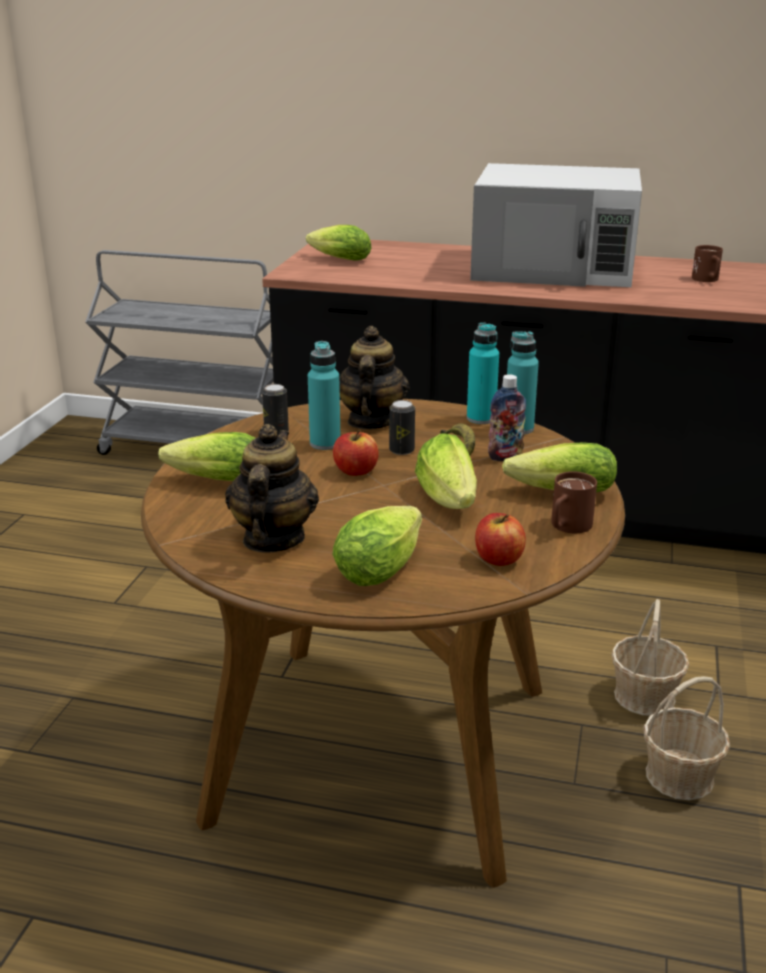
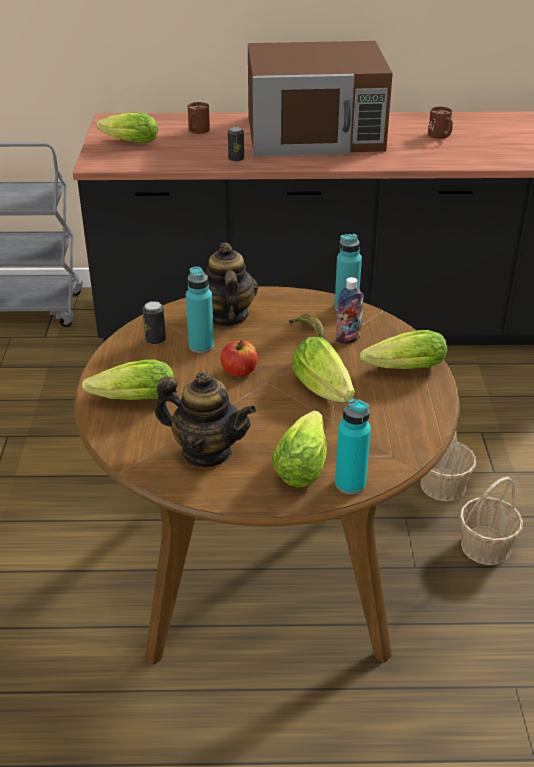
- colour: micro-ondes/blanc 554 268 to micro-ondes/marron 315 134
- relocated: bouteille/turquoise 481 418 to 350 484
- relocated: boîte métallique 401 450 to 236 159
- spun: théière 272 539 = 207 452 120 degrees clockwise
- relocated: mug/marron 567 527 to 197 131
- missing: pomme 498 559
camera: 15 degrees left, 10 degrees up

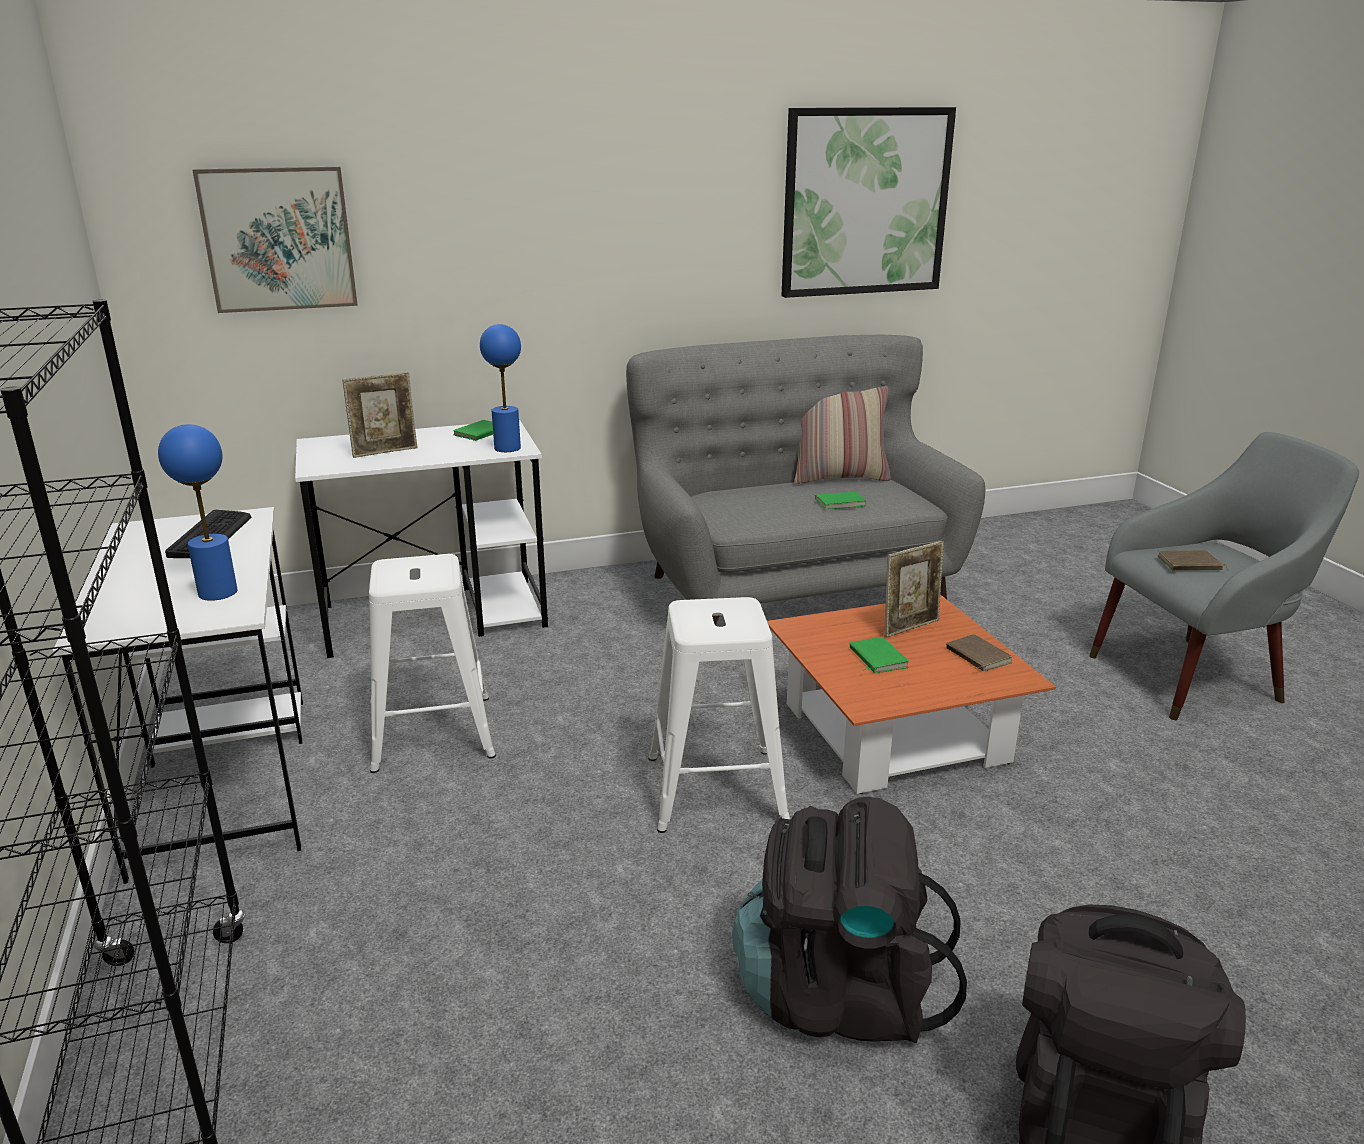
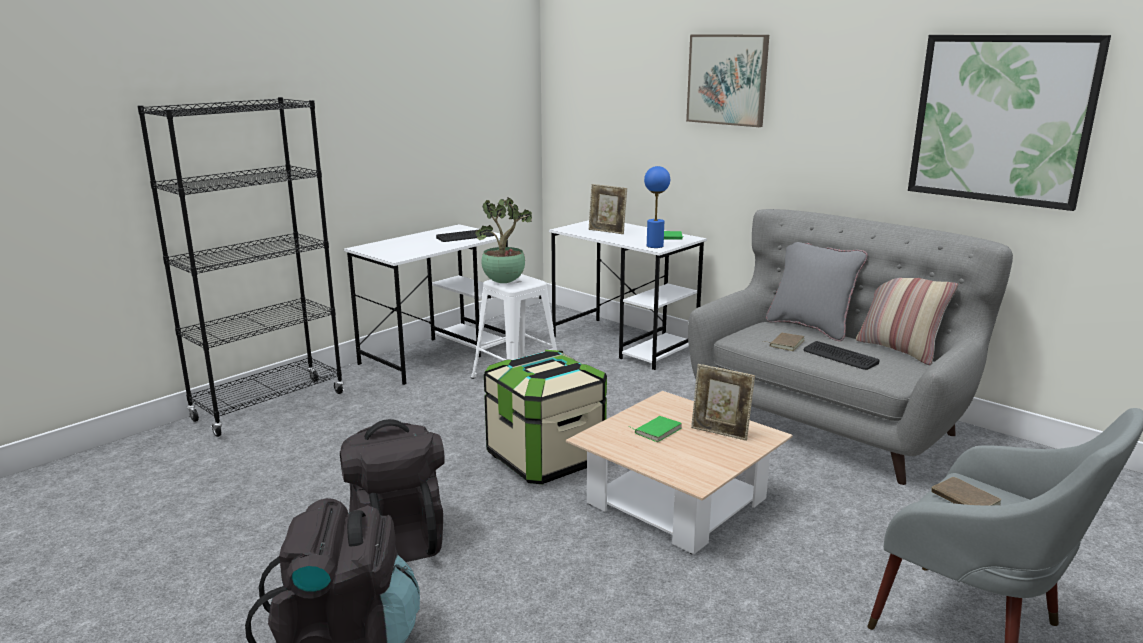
- relocated: tableau 278 239 to 727 79
- missing: lampe de table/bleu 218 592
- exchanged: livre/vert 839 502 to clavier 840 356
- colour: table basse/orange 894 732 to table basse/beige 676 501
- exchanged: tabouret/blanc 714 788 to boîte de rangement 546 459
- relocated: livre/marron 976 656 to 785 343
- appeared: plante en pot 505 282
- appeared: coussin/gris 810 327
camera: 60 degrees right, 5 degrees down

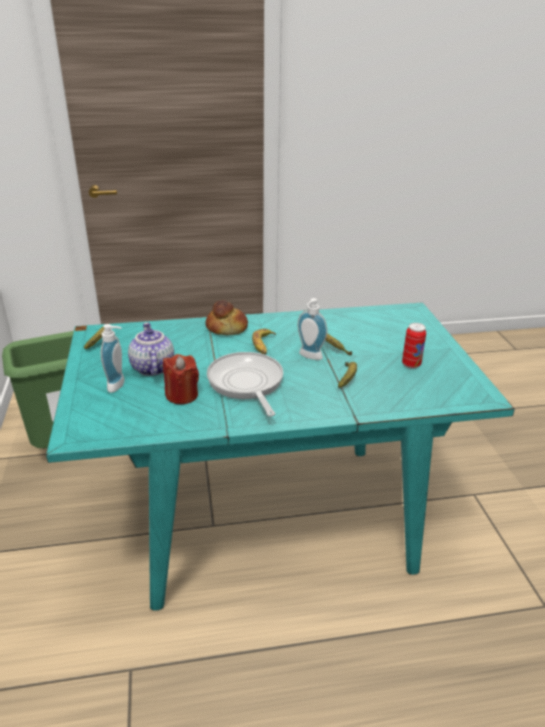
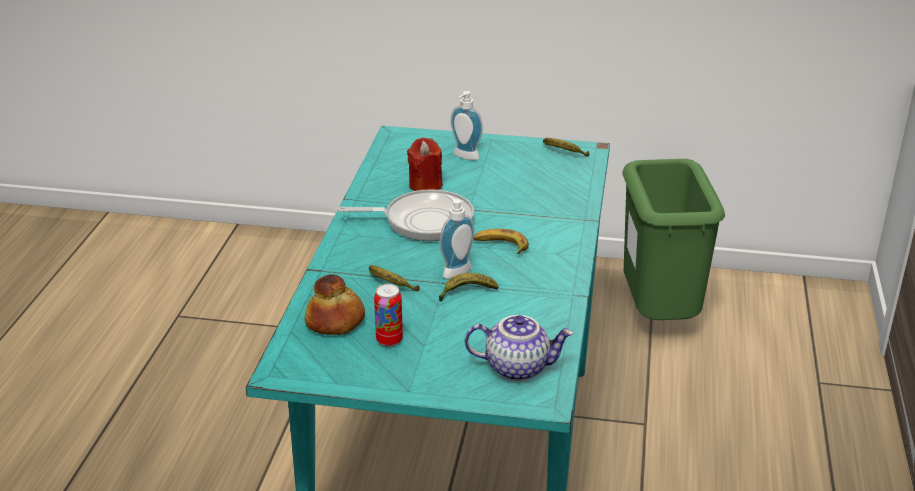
- relocated: pain 227 327 to 336 320
- relocated: théière 151 368 to 518 367
camera: 110 degrees right, 0 degrees up

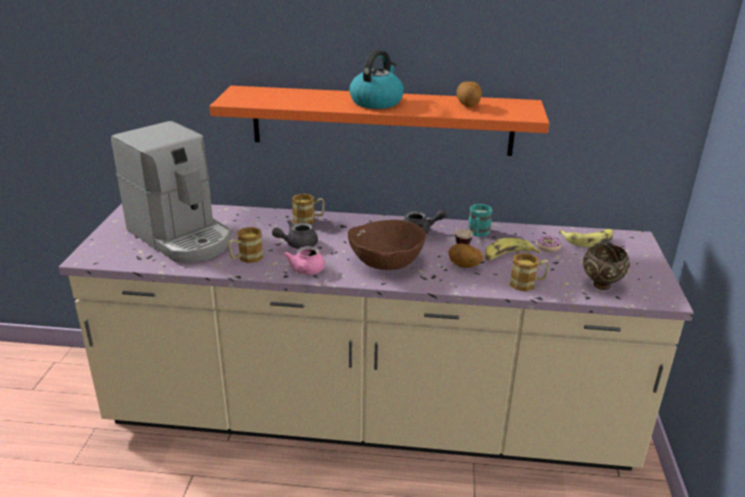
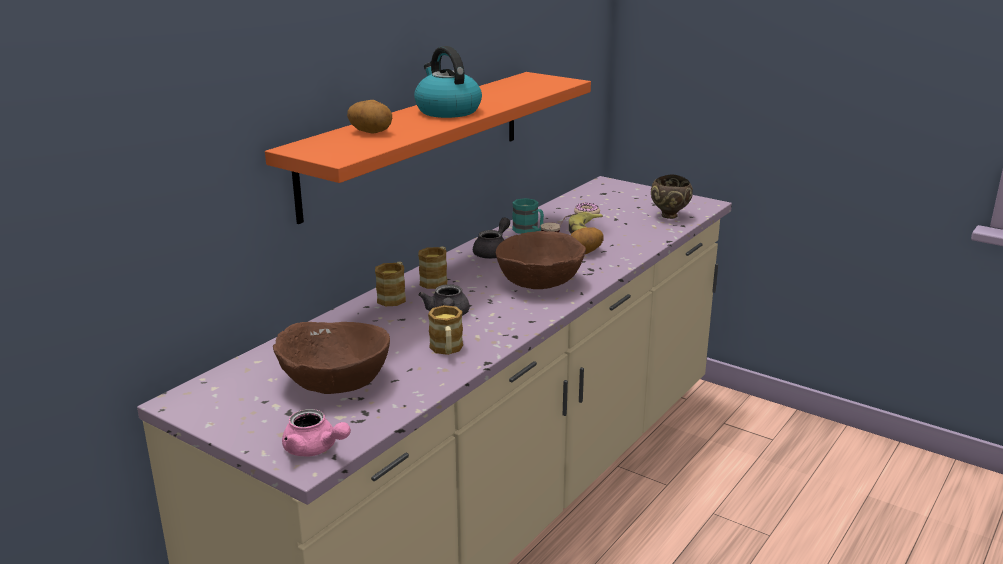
- relocated: pomme de terre 468 105 to 371 132
- exchanged: machine à café 182 237 to bol/marron 335 380
- missing: banane 588 240
- relocated: théière/rose 306 271 to 315 449
- relocated: mug 527 284 to 436 280
camera: 60 degrees left, 5 degrees down

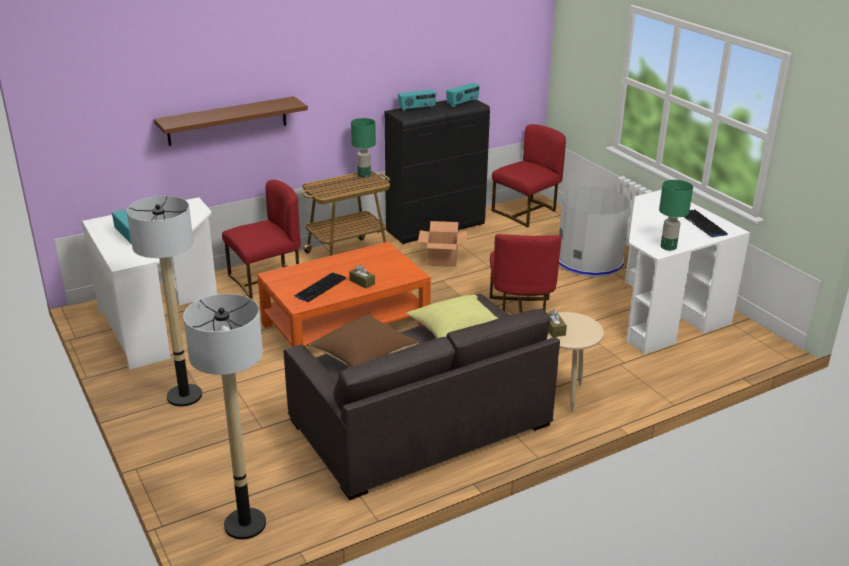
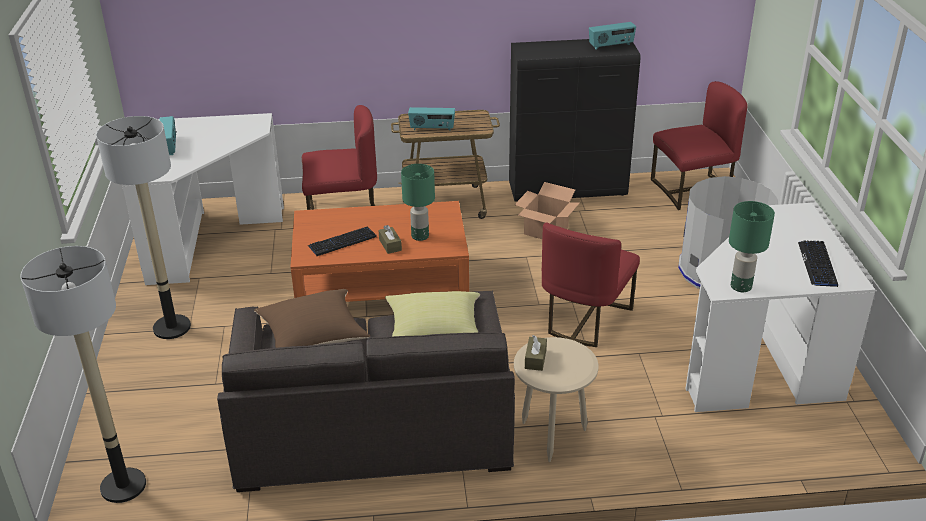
- relocated: radio 417 108 to 432 128
- missing: étagère/marron 227 121
- relocated: lampe de table/vert 363 175 to 419 236
camera: 25 degrees right, 5 degrees up

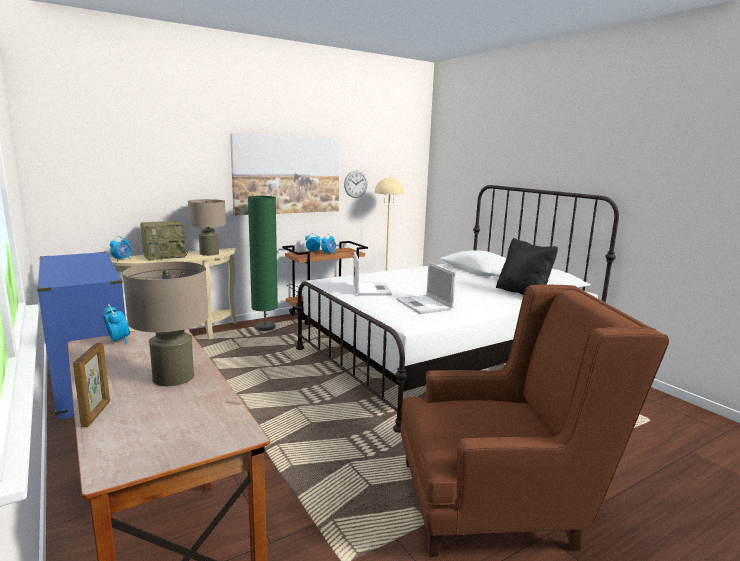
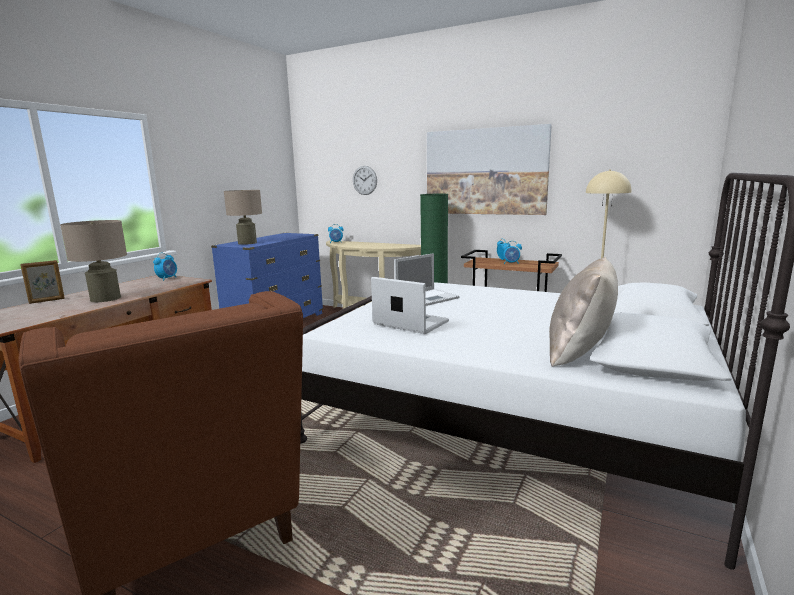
- relocated: horloge murale 355 184 to 364 180
- relocated: lampe de table/beige 209 253 to 247 243
- missing: radio 165 256
- colour: coussin/noir 523 293 to coussin/beige 579 353
- spun: ordinateur portable 425 305 = 409 323 90 degrees clockwise
camera: 60 degrees right, 0 degrees up

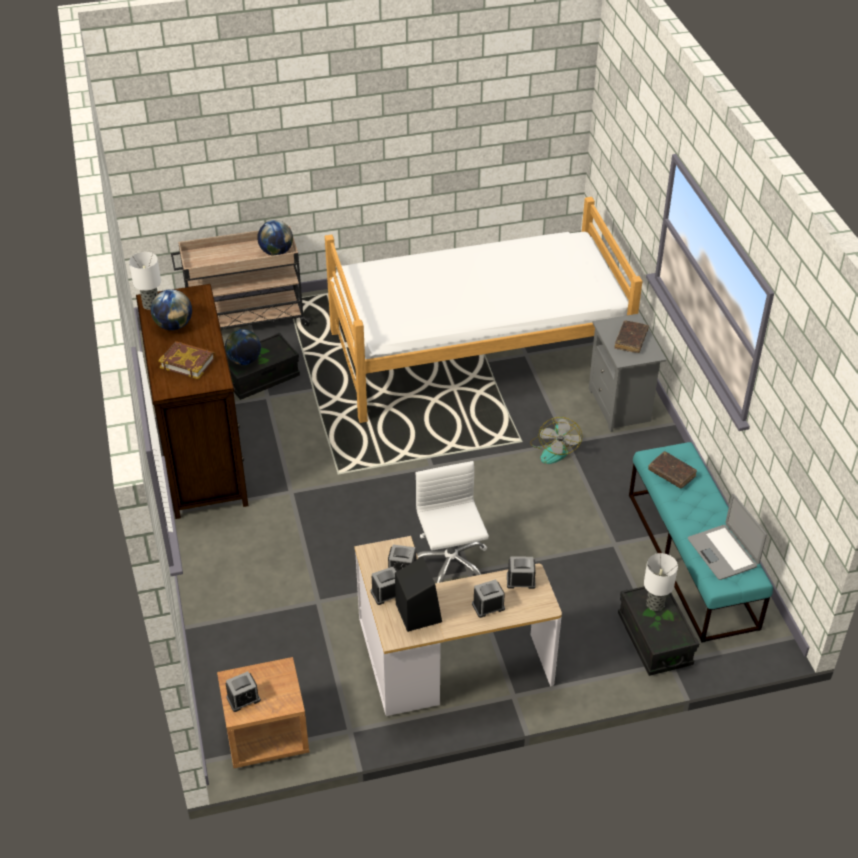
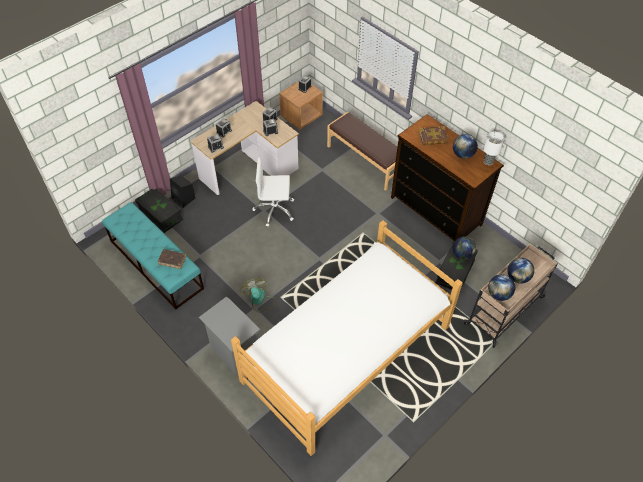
- missing: livre/marron 631 340
- spun: chaise de bureau/blanc 450 565 = 274 210 135 degrees clockwise
- missing: ordinateur portable 723 552
- missing: lampe de table 654 603
- relocated: enceinte/noir 417 612 to 184 199
- appeared: banc/marron 365 161
- appeared: globe 517 277
camera: 150 degrees right, 10 degrees up

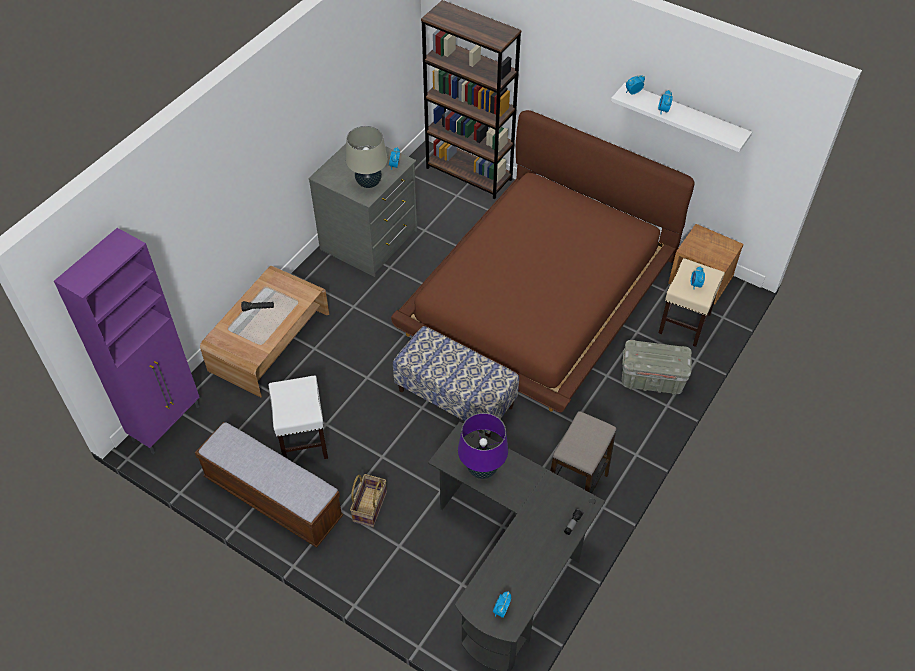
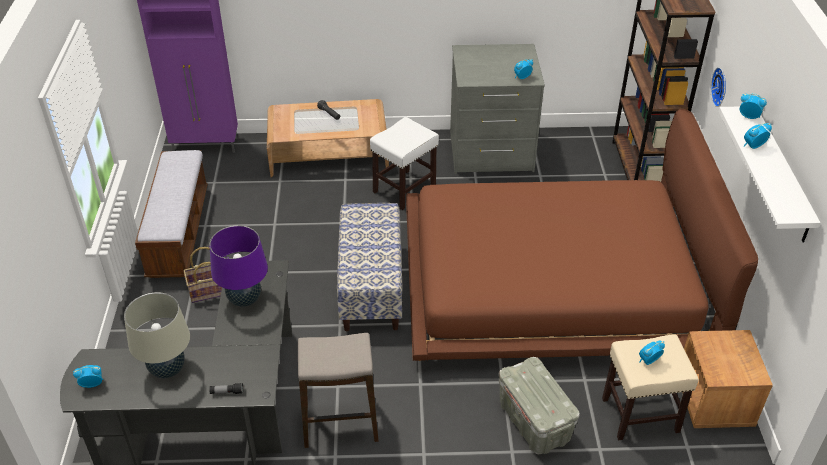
- relocated: lampe de table/beige 368 183 to 167 369
- relocated: tabouret/blanc 303 440 to 405 189
- appeared: horloge murale 721 87
camera: 55 degrees right, 10 degrees down

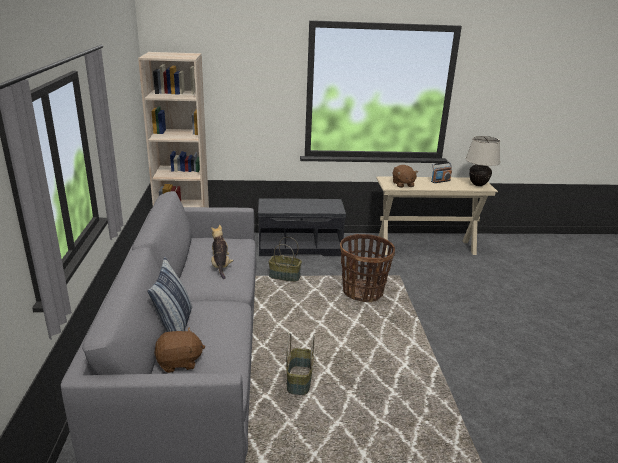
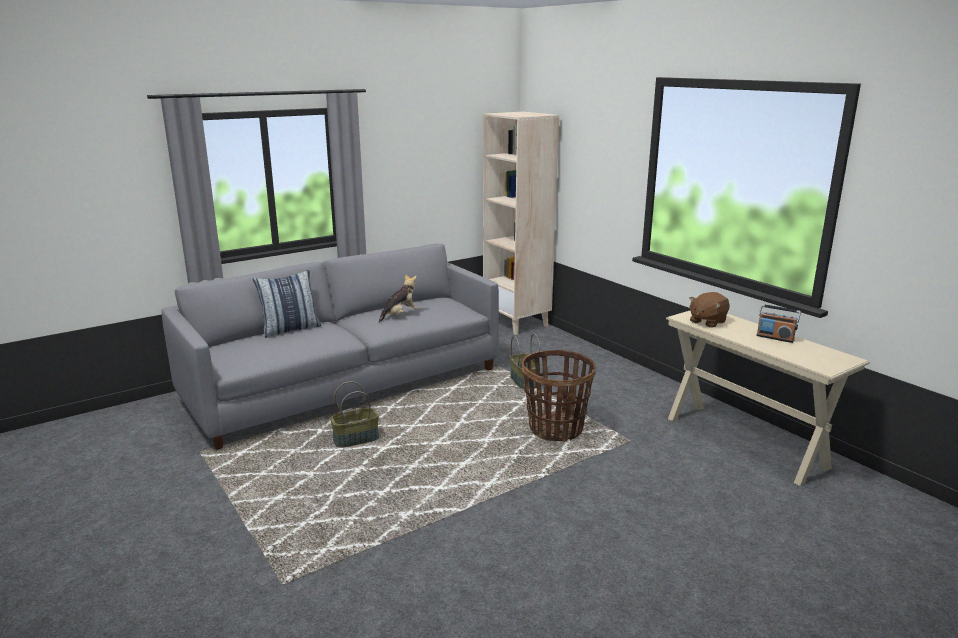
- missing: lampe de table/beige 478 184
- missing: banc/gris 300 247
- missing: peluche/marron 179 362
camera: 60 degrees right, 5 degrees down

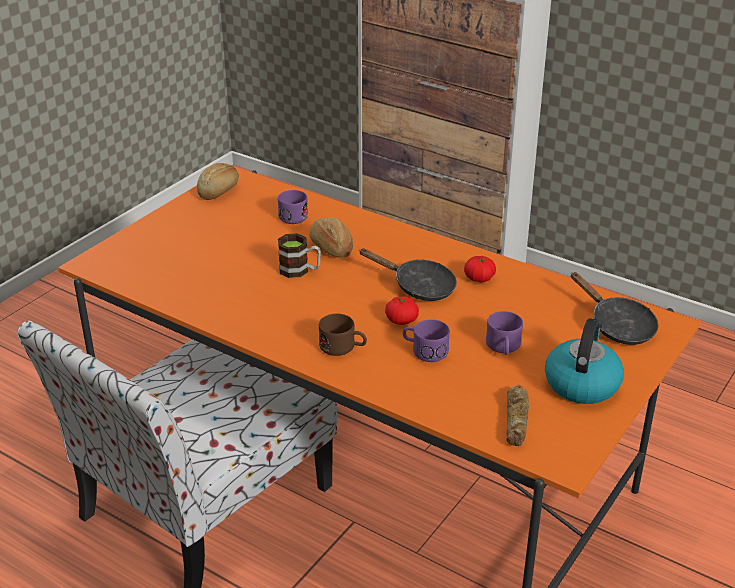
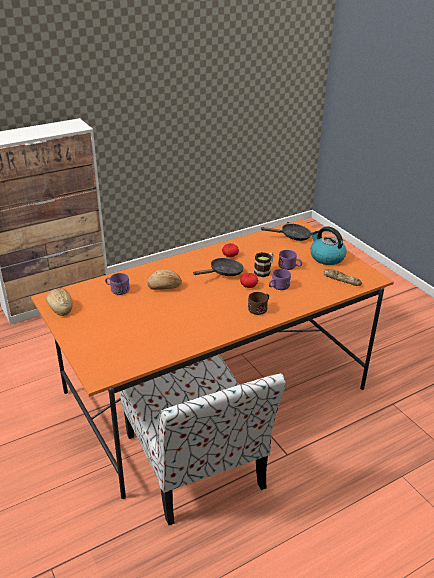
- relocated: mug 300 270 to 264 271
camera: 65 degrees left, 0 degrees up

